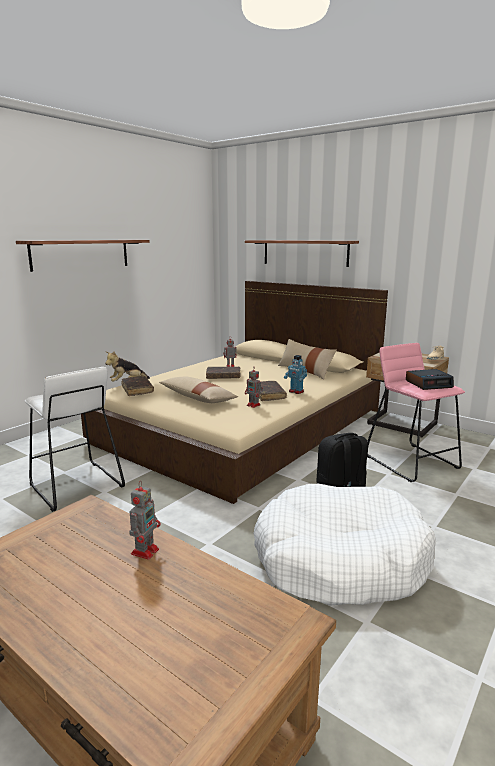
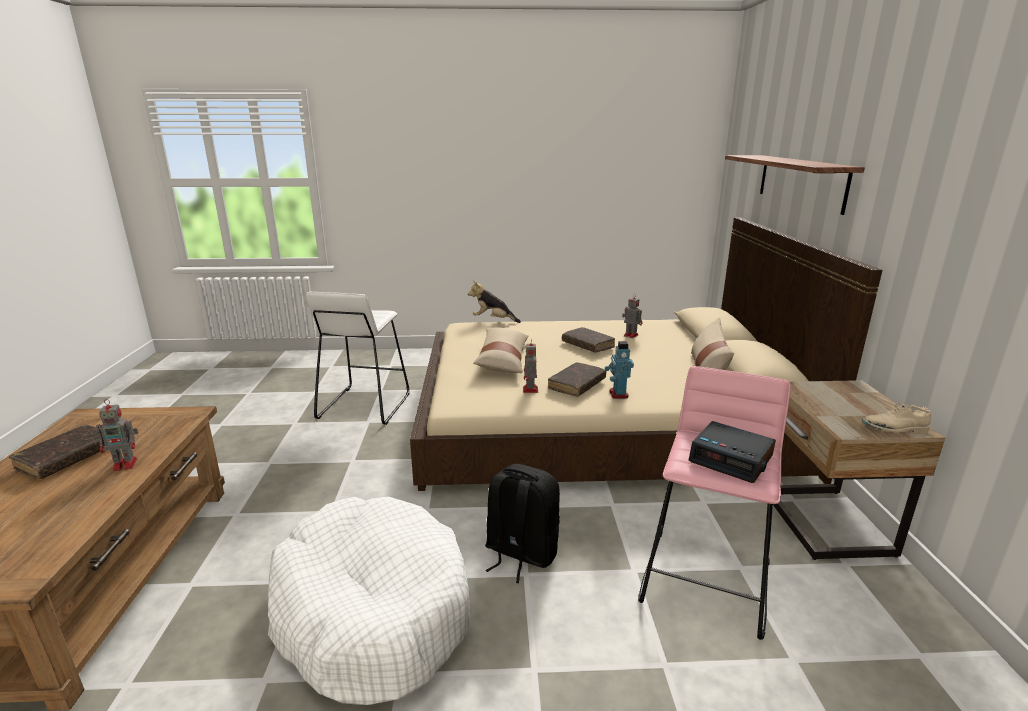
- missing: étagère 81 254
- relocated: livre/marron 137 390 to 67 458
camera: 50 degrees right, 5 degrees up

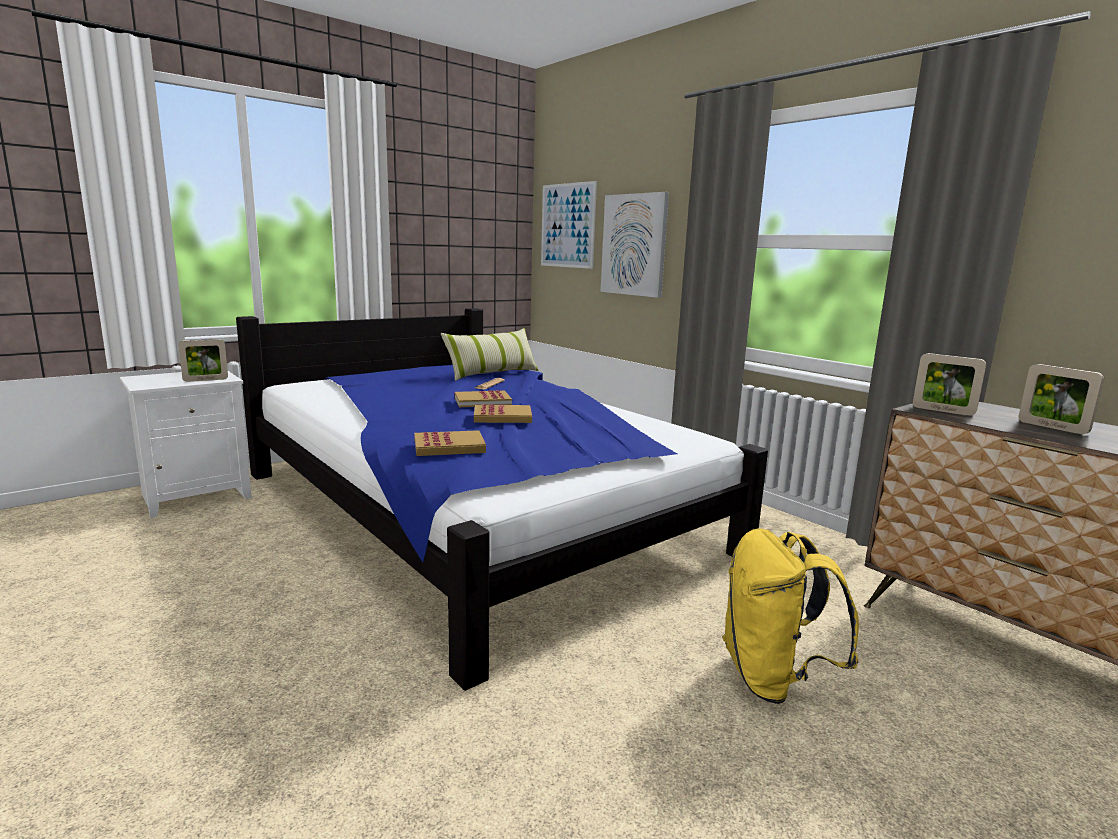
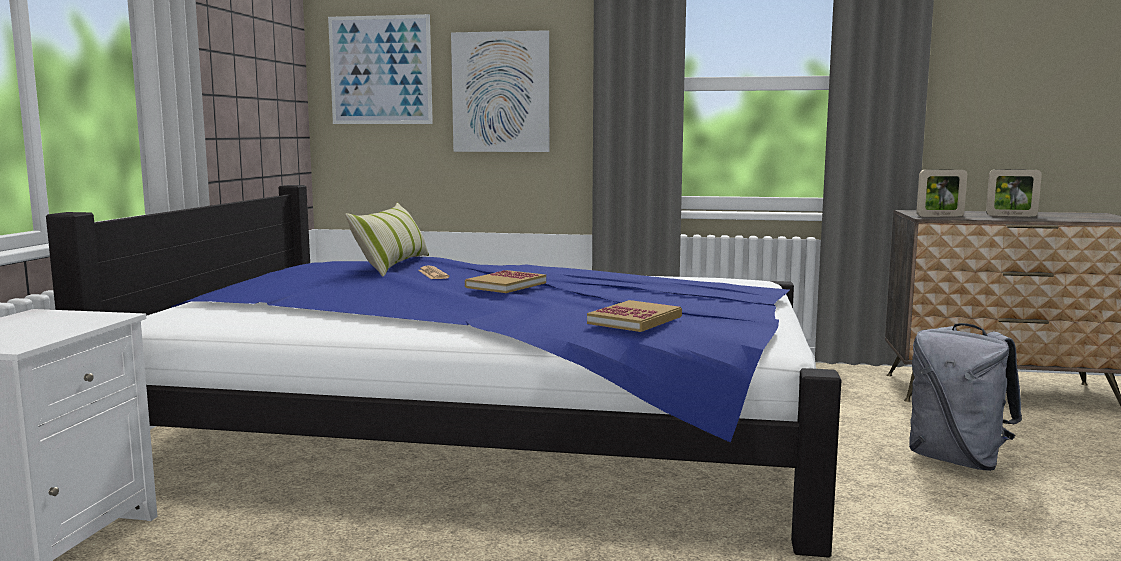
- missing: cadre photo 205 380
- missing: livre 502 417
- colour: sac à dos/jaune 773 679 to sac à dos/gris 957 460
camera: 40 degrees left, 5 degrees down

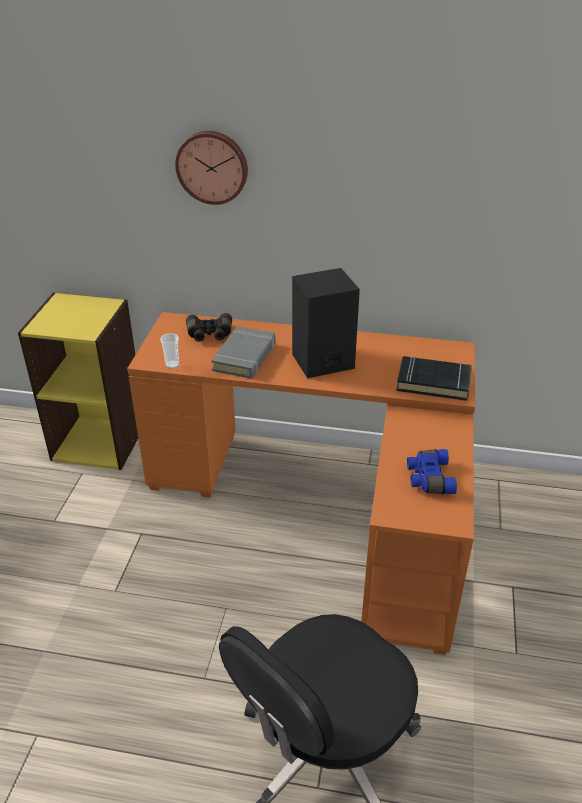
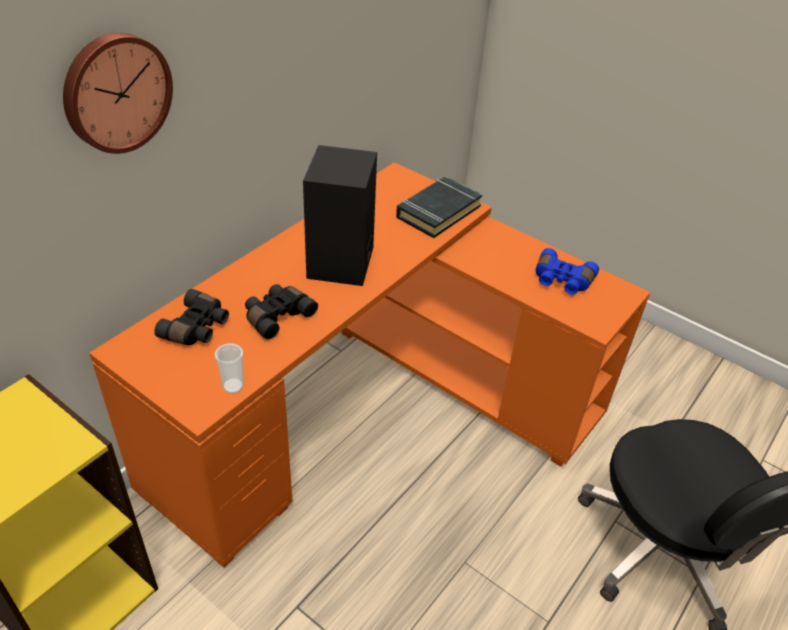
- exchanged: livre/gris 245 357 to jumelles/noir 277 316
camera: 65 degrees left, 5 degrees up

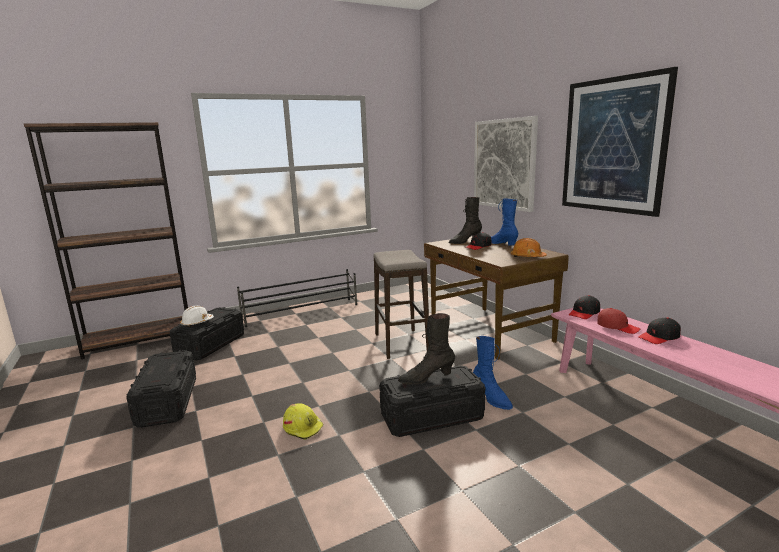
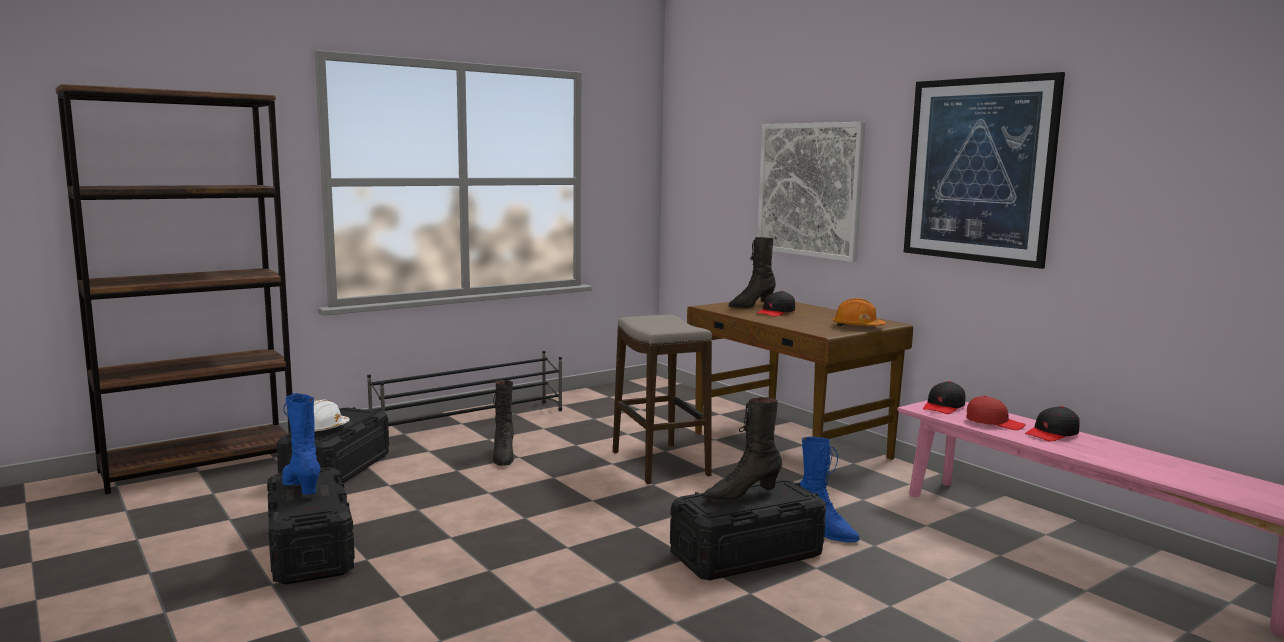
- relocated: botte/bleu 502 244 to 301 486
- missing: casque de chantier/jaune 303 427
- appeared: botte/noir 503 456
camera: 10 degrees left, 5 degrees down

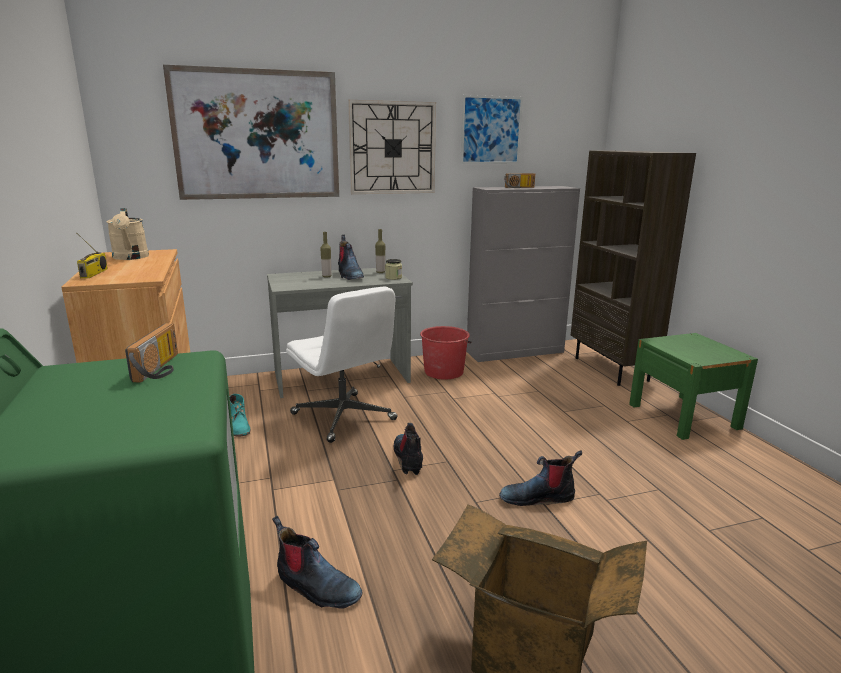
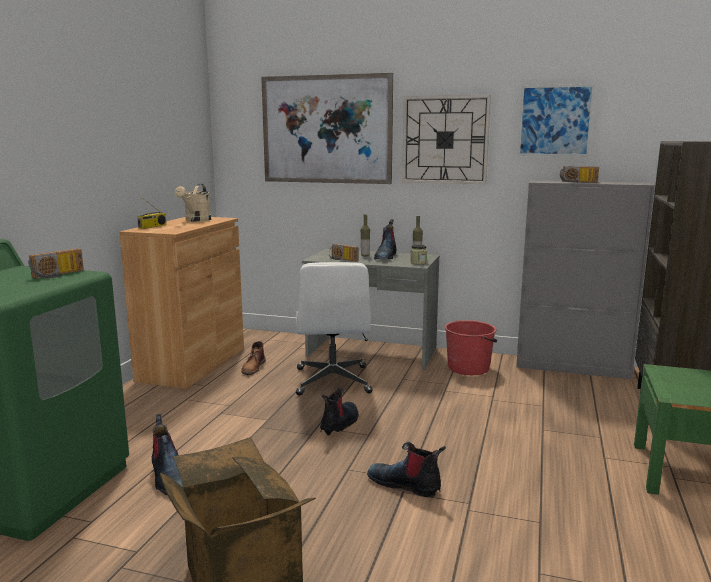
- colour: botte/turquoise 238 426 to botte/marron 253 367
- appeared: radio 342 259
camera: 35 degrees right, 5 degrees down

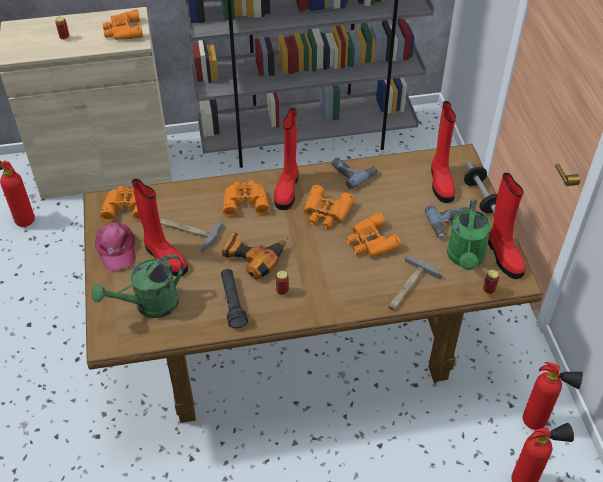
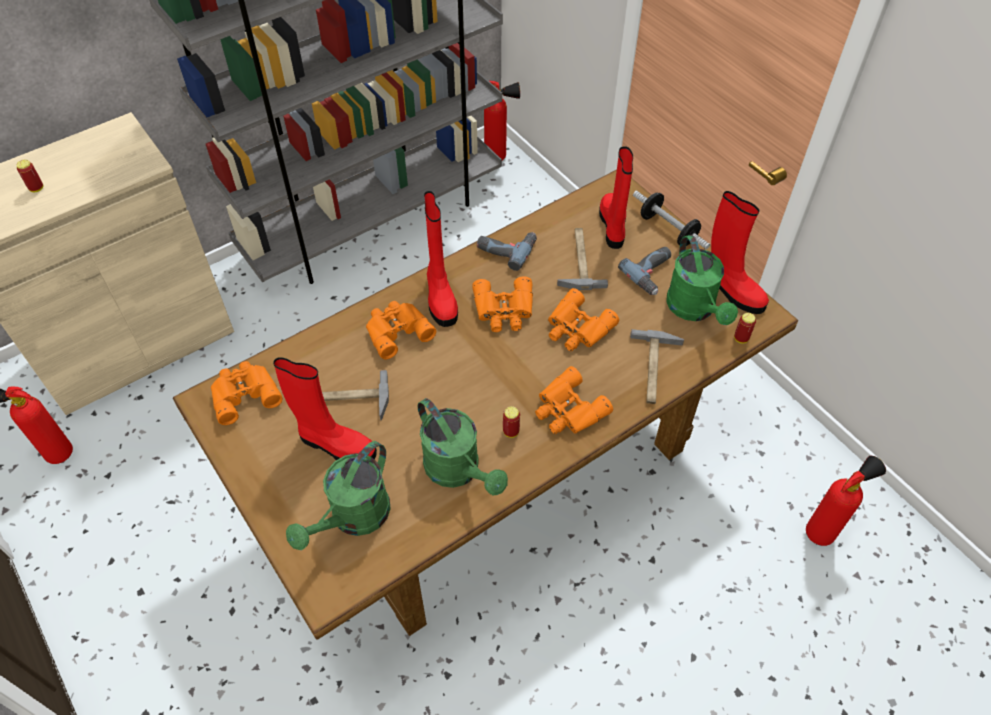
- relocated: jumelles/orange 122 31 to 568 410
- spun: botte/rouge 440 182 = 613 226 150 degrees counterclockwise
- missing: casquette/rose 116 249
- missing: perceuse 254 255
- exchanged: lampe de poche/noir 232 302 to arrosoir/vert 458 471
- relocated: extincteur 539 423 to 500 157
- appeared: marteau 579 260
camera: 25 degrees left, 5 degrees up

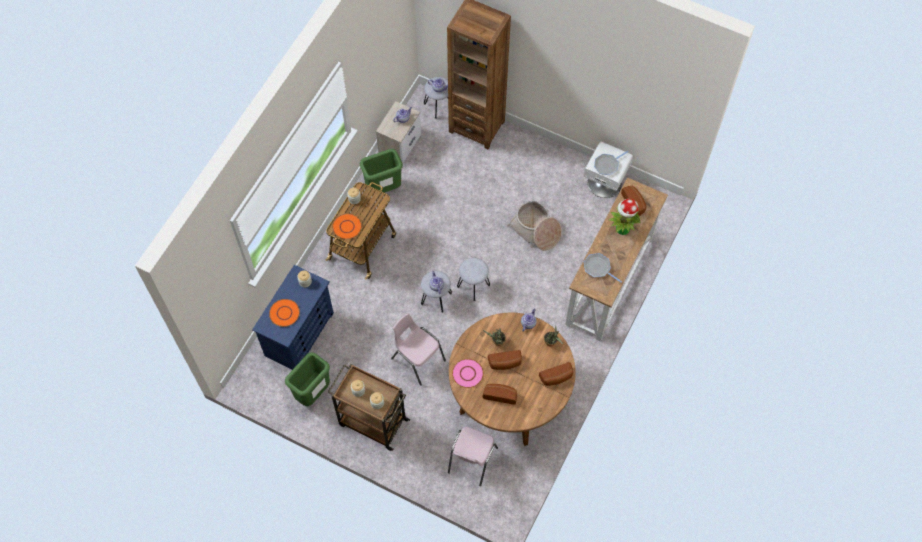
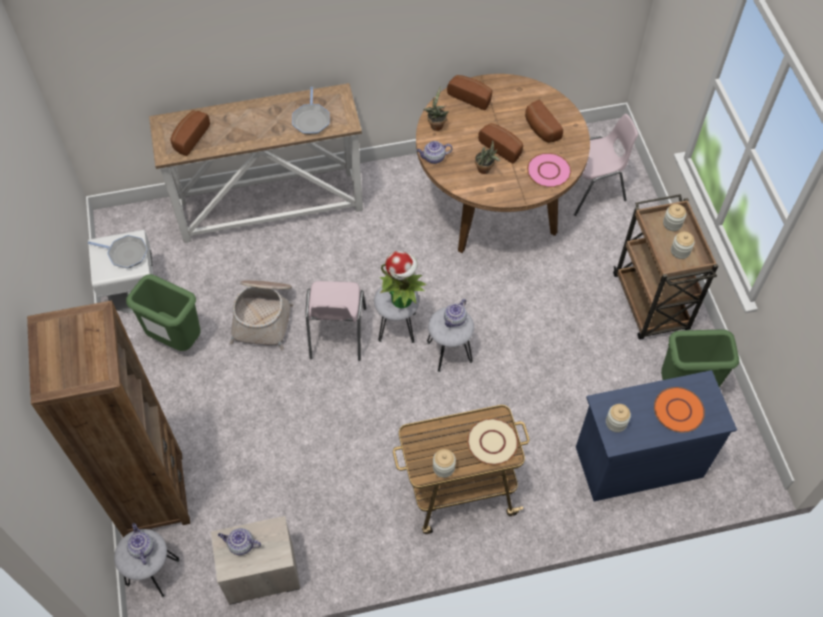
- relocated: poubelle/vert 384 188 to 175 340
- relocated: plante en pot 622 229 to 402 299
- colour: assiette/orange 347 226 to assiette/beige 492 442
- relocated: chaise/rose 417 359 to 336 334
camera: 130 degrees left, 5 degrees down

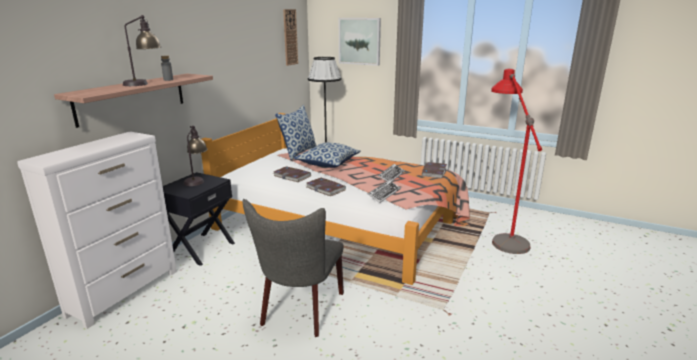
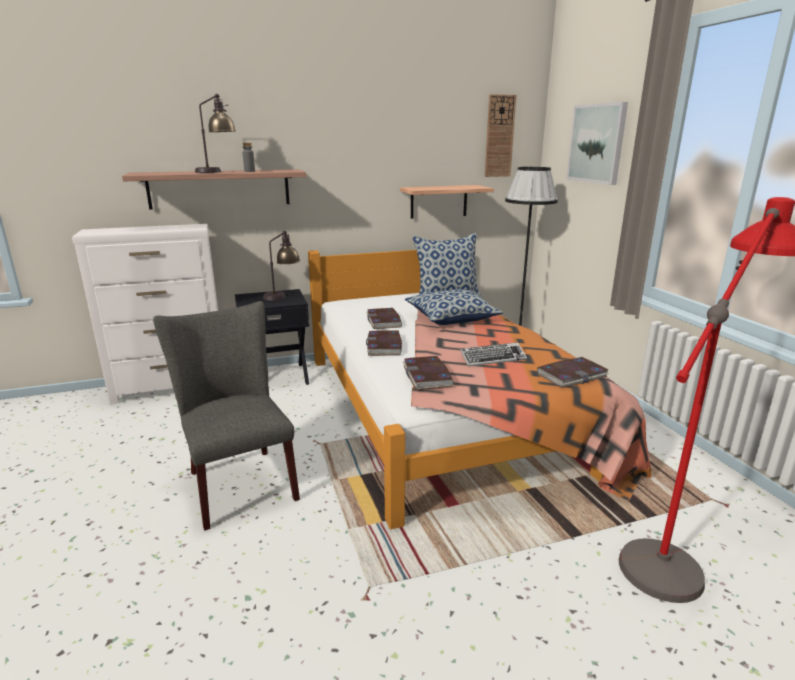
- exchanged: clavier 384 194 to livre 427 376
- spun: chaise/gris 300 311 = 238 481 90 degrees clockwise
- appeared: étagère 439 201
camera: 45 degrees right, 0 degrees up

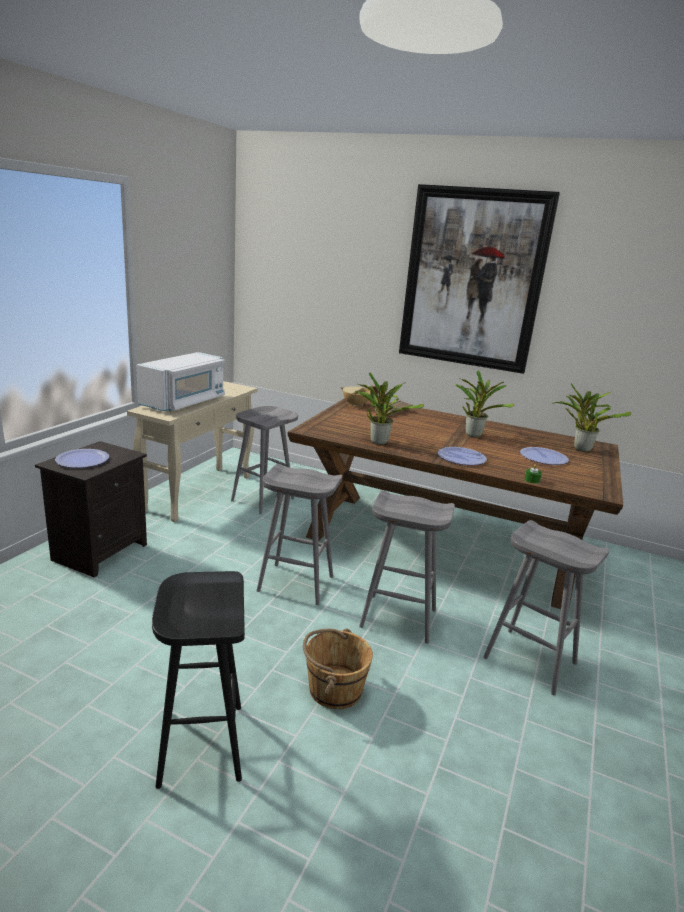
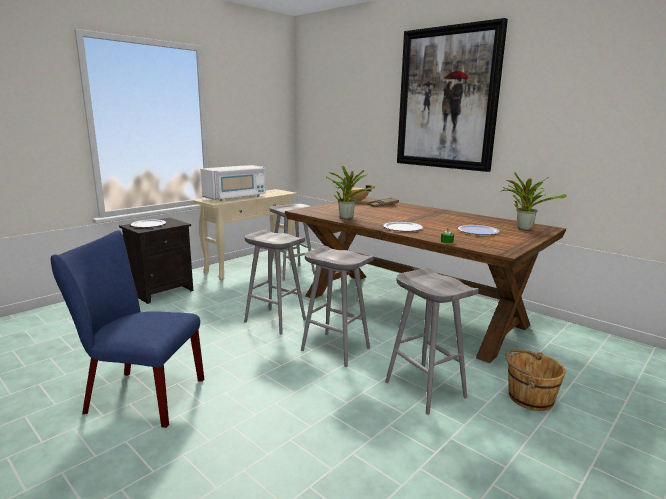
- missing: plante en pot 473 434
- exchanged: tabouret/noir 200 743 to chaise/bleu 138 396
- relocated: seau/marron 334 689 to 529 397
camera: 20 degrees right, 5 degrees down

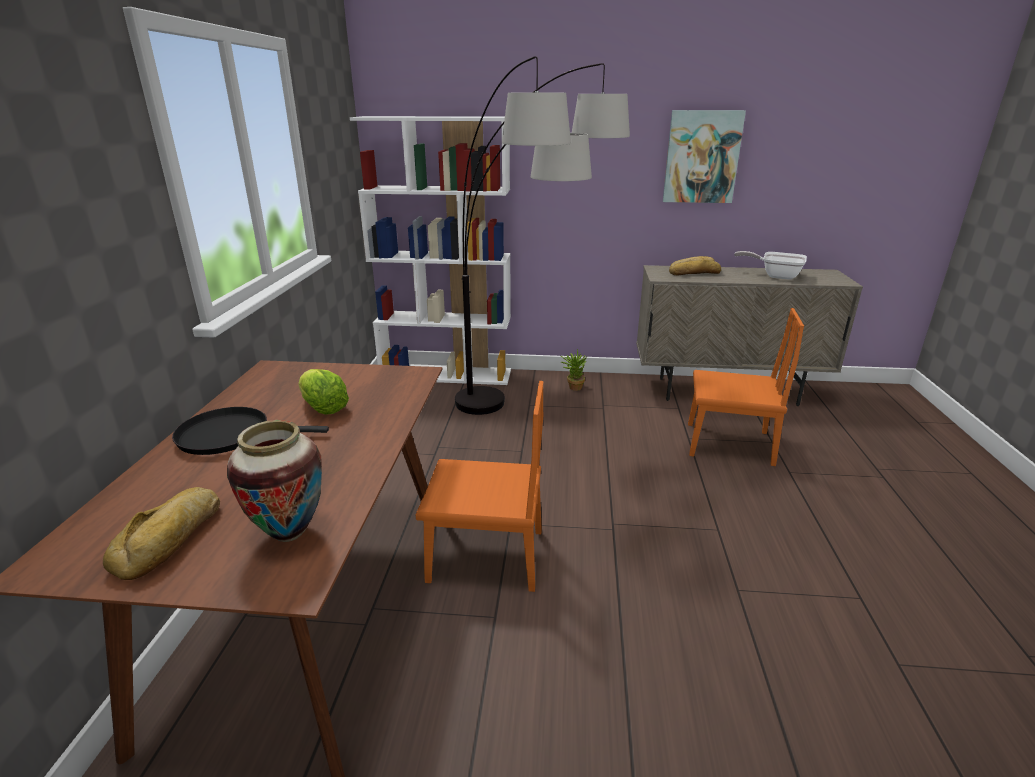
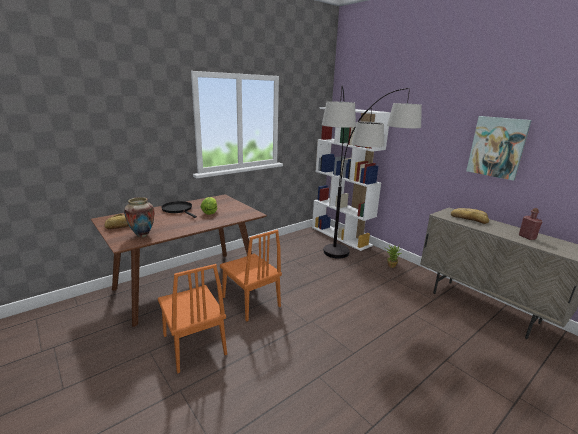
- exchanged: poêle 775 276 to bouteille/rouge 527 237
- relocated: chaise/orange 728 443 to 194 344
camera: 45 degrees right, 5 degrees down

